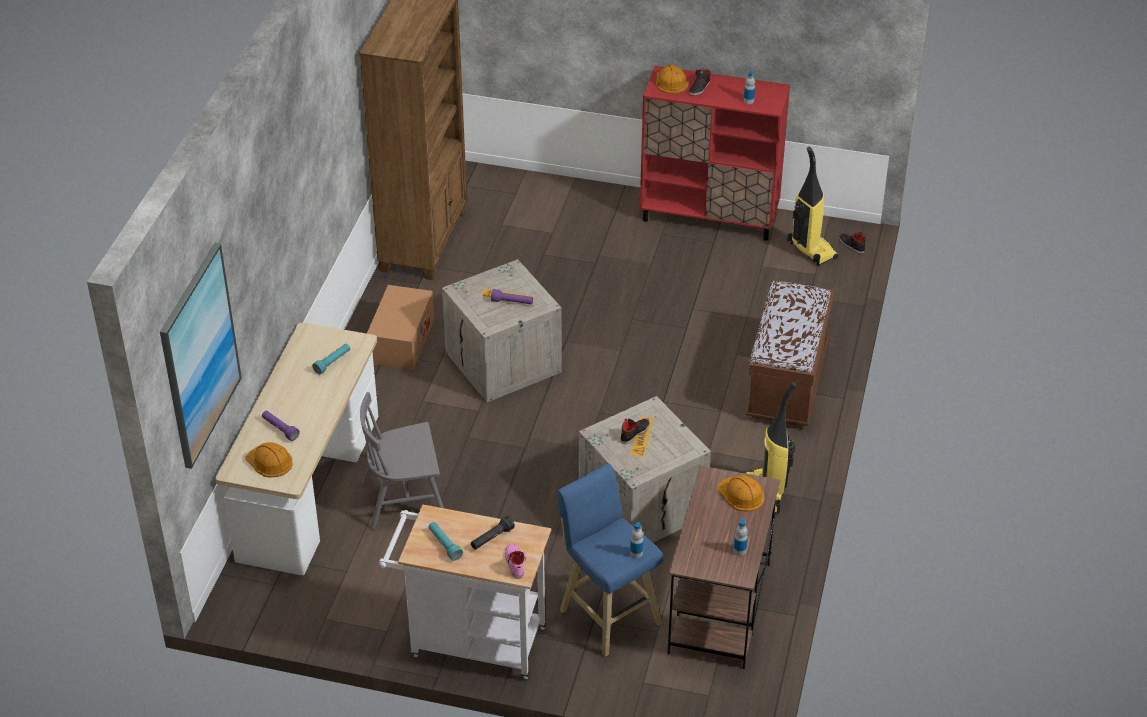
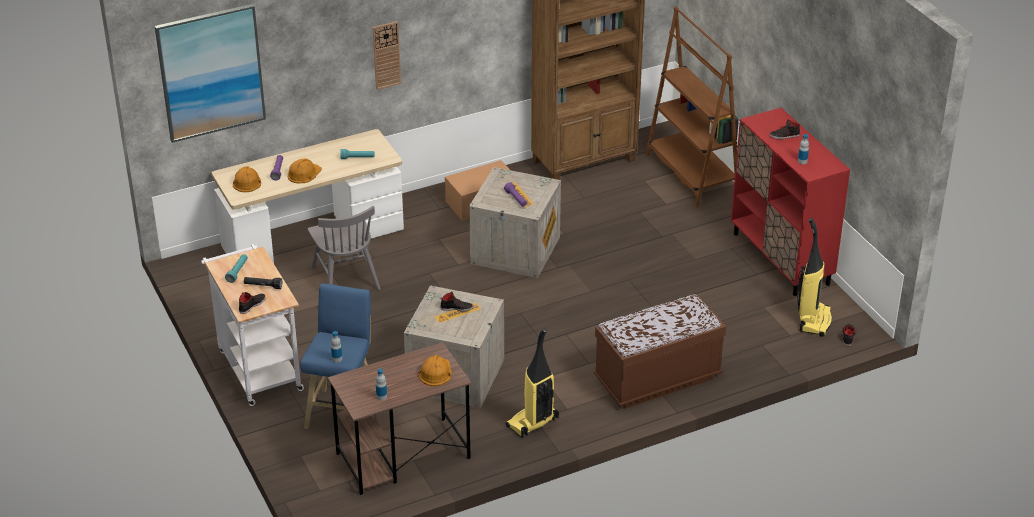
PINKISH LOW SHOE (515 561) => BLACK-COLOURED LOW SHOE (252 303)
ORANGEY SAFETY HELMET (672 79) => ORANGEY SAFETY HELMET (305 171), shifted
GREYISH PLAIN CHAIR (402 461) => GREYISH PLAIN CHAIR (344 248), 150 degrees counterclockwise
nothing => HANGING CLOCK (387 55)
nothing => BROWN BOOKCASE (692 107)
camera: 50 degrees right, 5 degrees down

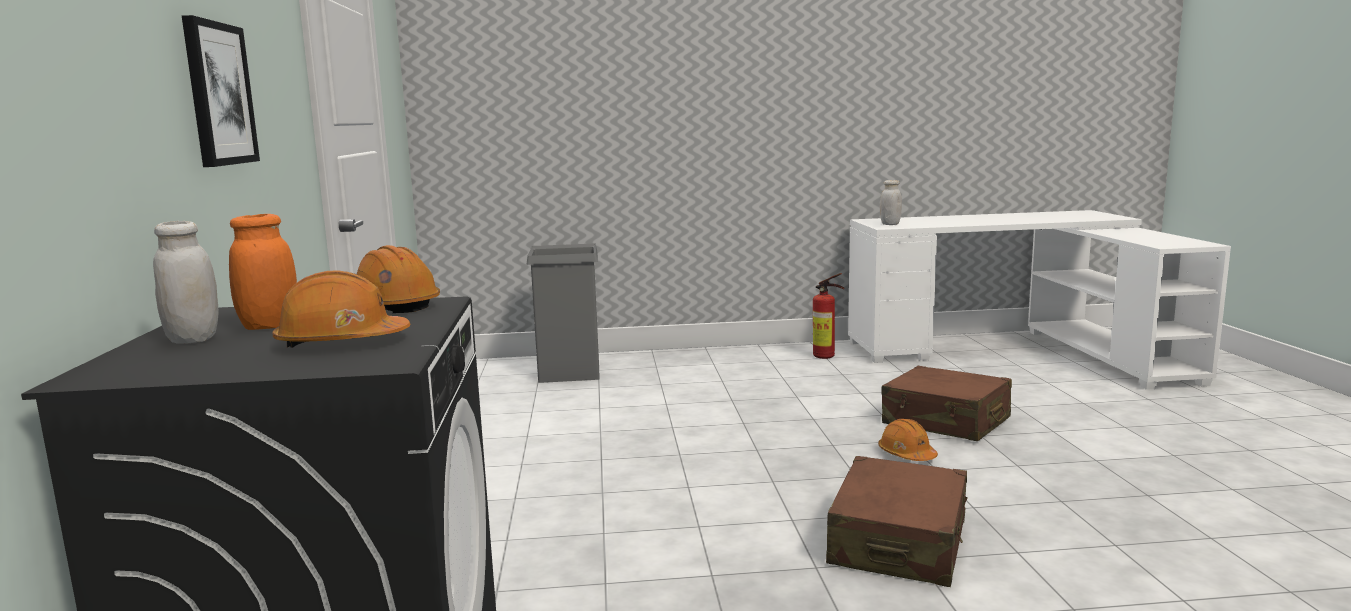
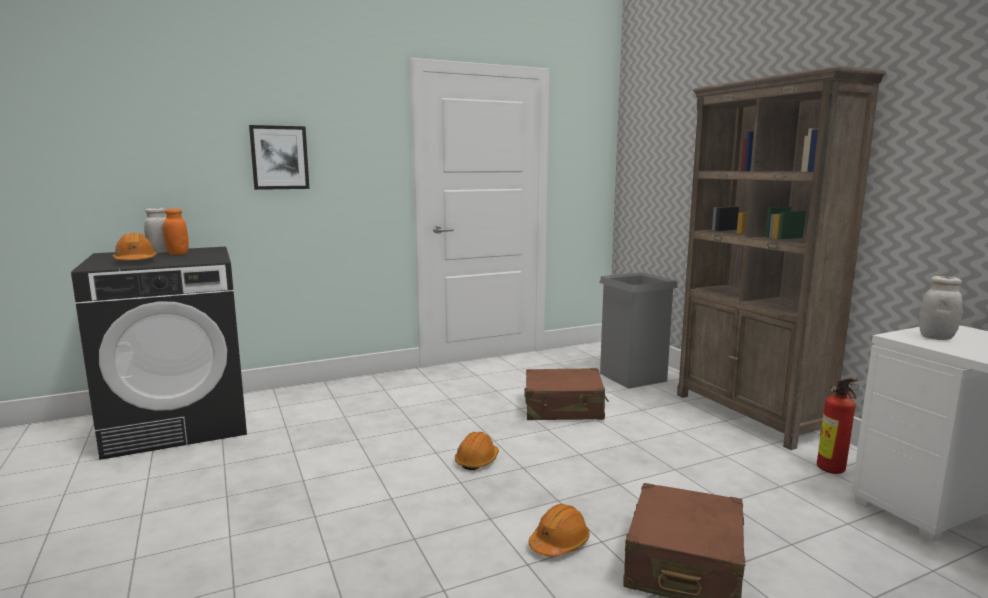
ORANGEY SAFETY HELMET (398 279) => ORANGEY SAFETY HELMET (477 451), shifted
BROWN PIECE OF LUGGAGE (897 521) => BROWN PIECE OF LUGGAGE (566 394), shifted
nothing => BROWN BOOKCASE (781 257)
camera: 70 degrees right, 0 degrees up

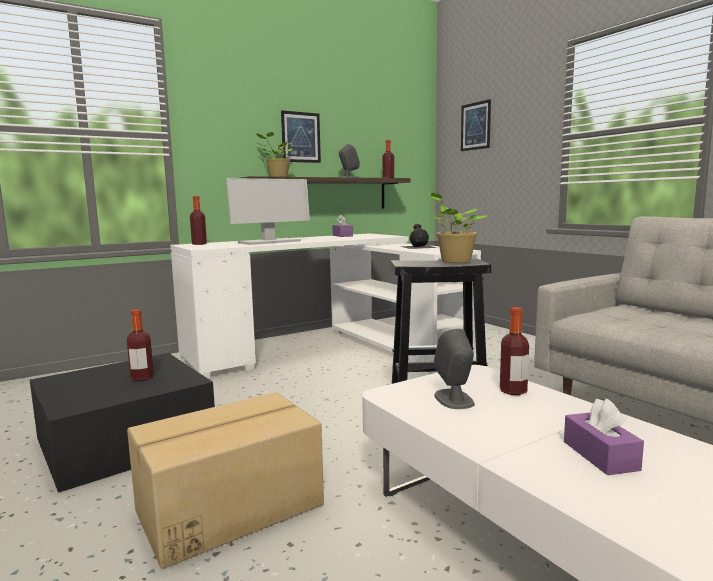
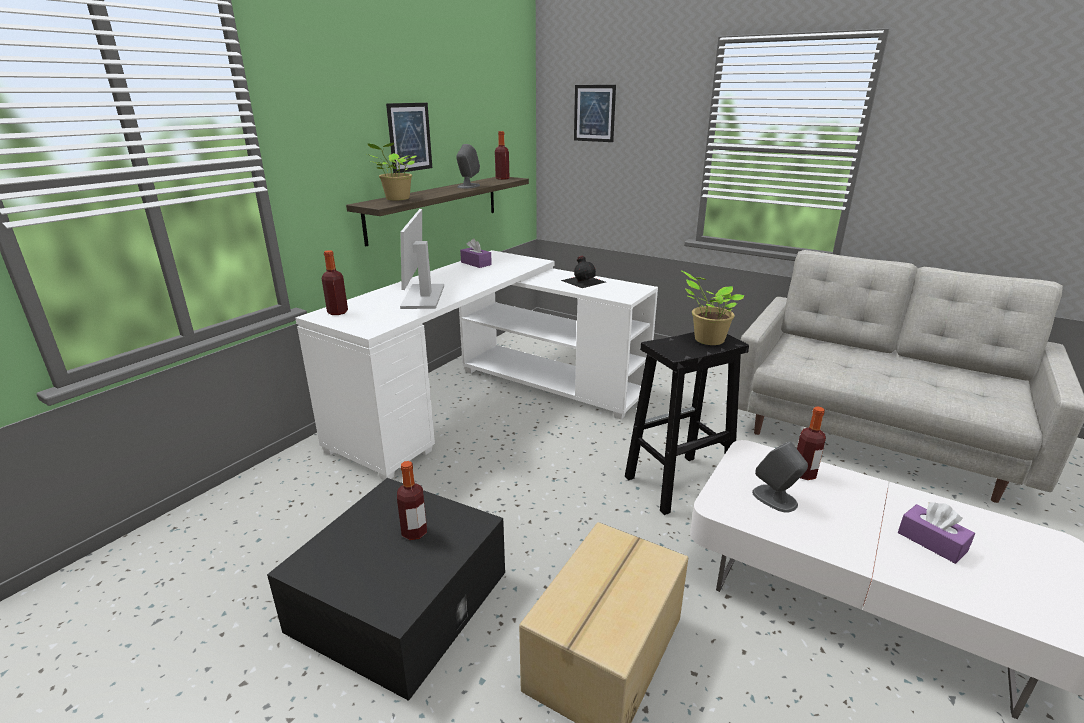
MONITOR (268 211) => MONITOR (422 259), 150 degrees clockwise
camera: 25 degrees left, 15 degrees up

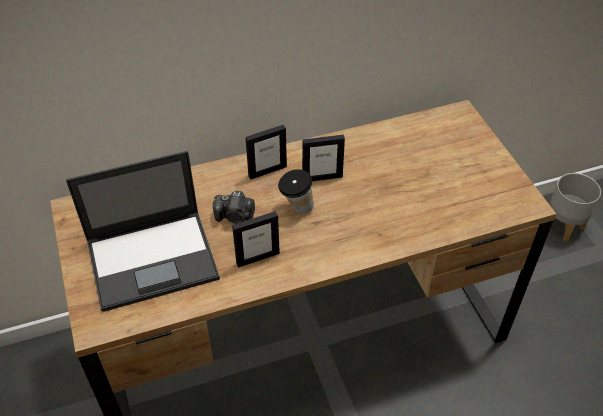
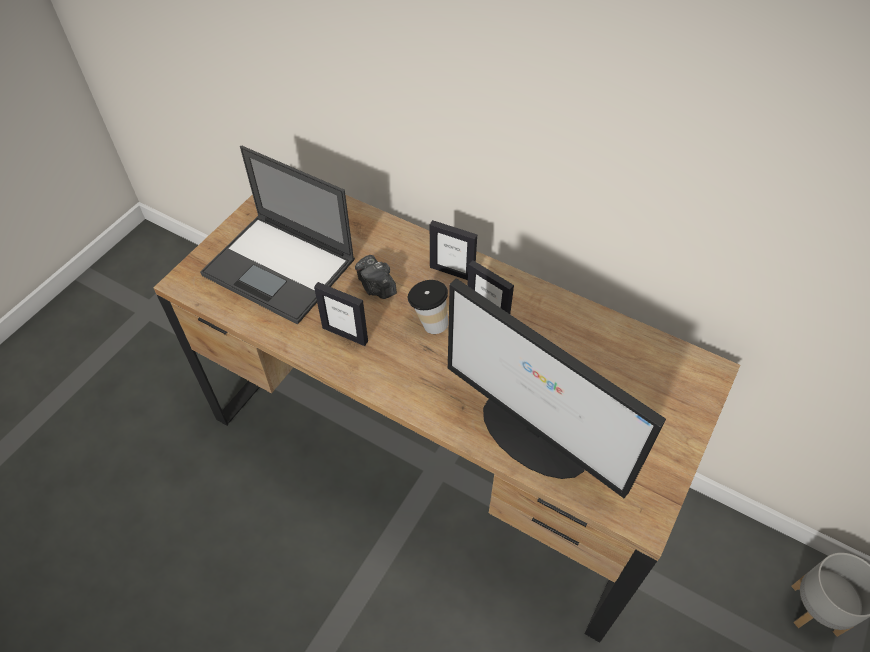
nothing => MONITOR (557 388)
camera: 50 degrees right, 5 degrees up

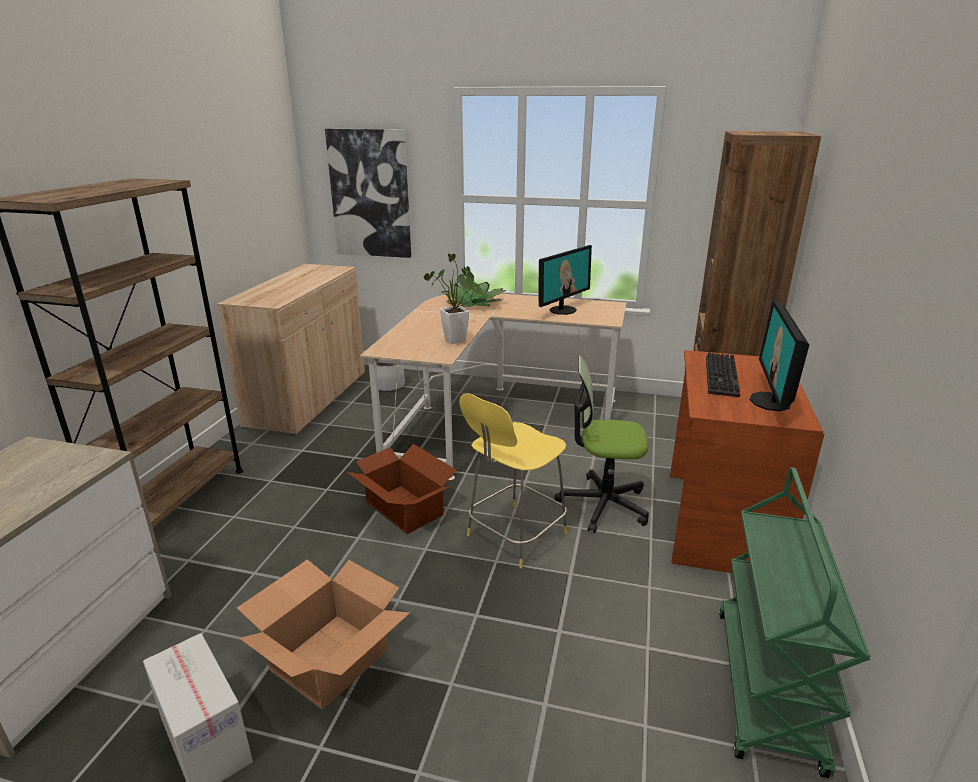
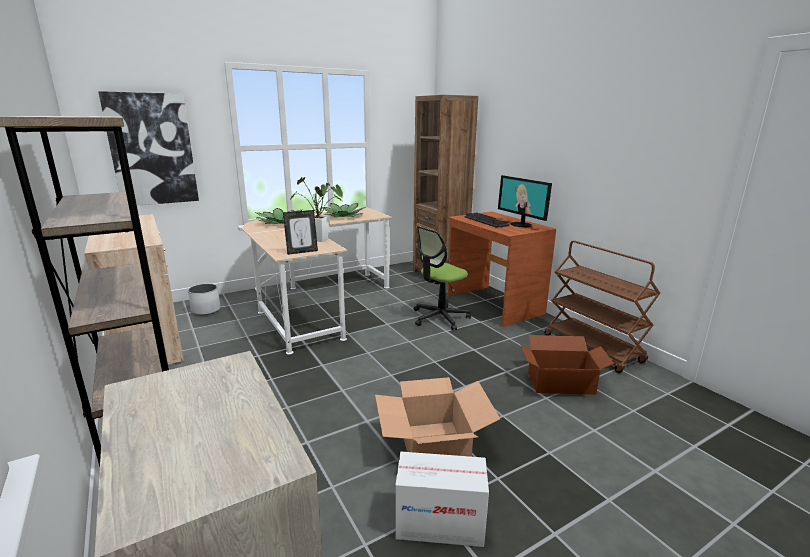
nothing => PHOTO FRAME (300 232)
MONITOR (565 280) => POTTED PLANT (344 210)
CARTON (401 489) => CARTON (567 365), shifted
GREEN WHEELED CART (794 622) => BROWN WHEELED CART (602 307)
YELLOW STOOL (513 480) => nothing
camera: 45 degrees left, 5 degrees down

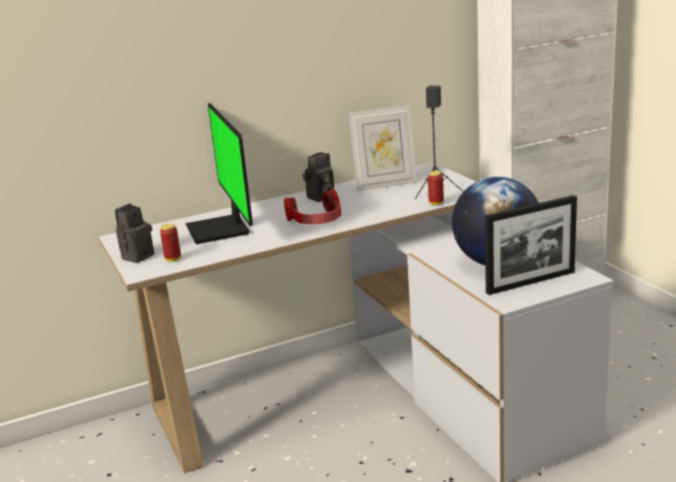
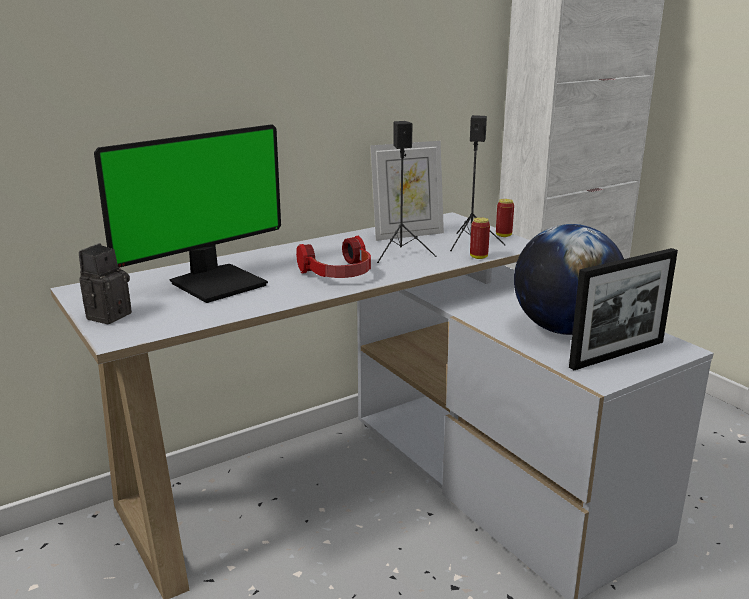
MONITOR (219 173) => MONITOR (187 213), 105 degrees counterclockwise
nothing => BLACK-COLOURED LOUDSPEAKER (406 192)
CAN (170 242) => CAN (505 218), shifted
STILL CAMERA (318 177) => nothing
camera: 10 degrees left, 0 degrees up

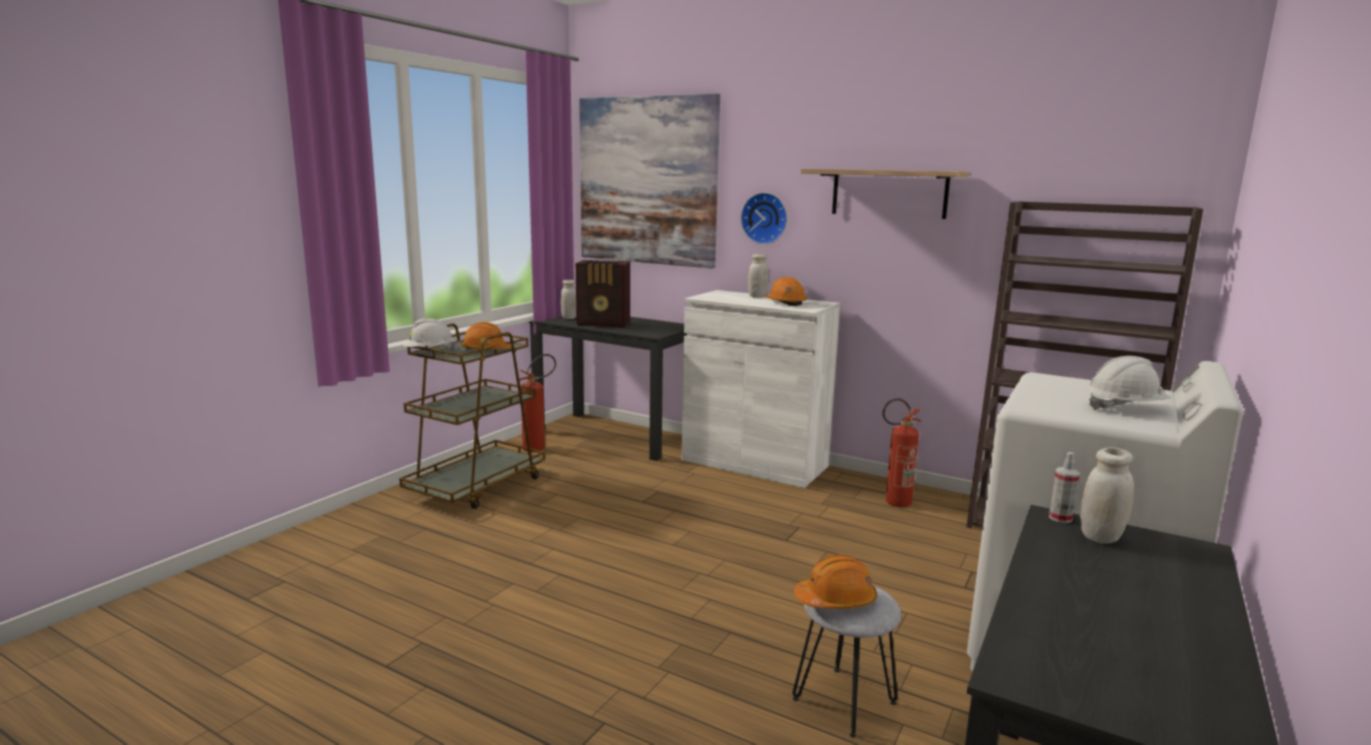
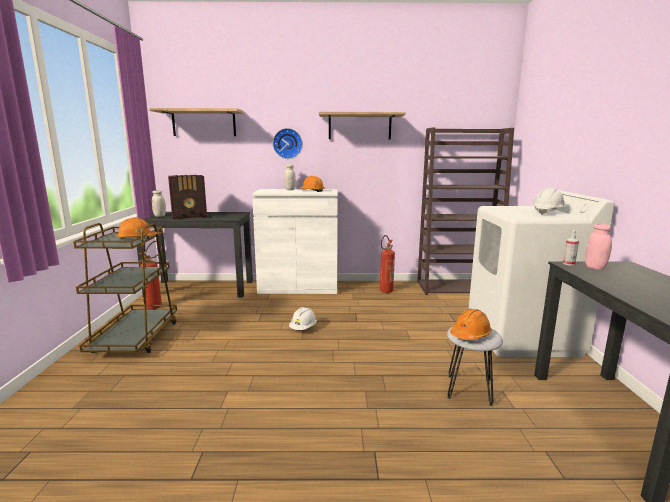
WALL PICTURE (649 181) => SHELF (197 122)
WHITE-COLOURED SAFETY HELMET (429 334) => WHITE-COLOURED SAFETY HELMET (303 318), shifted
WHITE-COLOURED STORAGE JAR (1107 495) => PINKISH STORAGE JAR (598 246)
camera: 30 degrees left, 0 degrees up

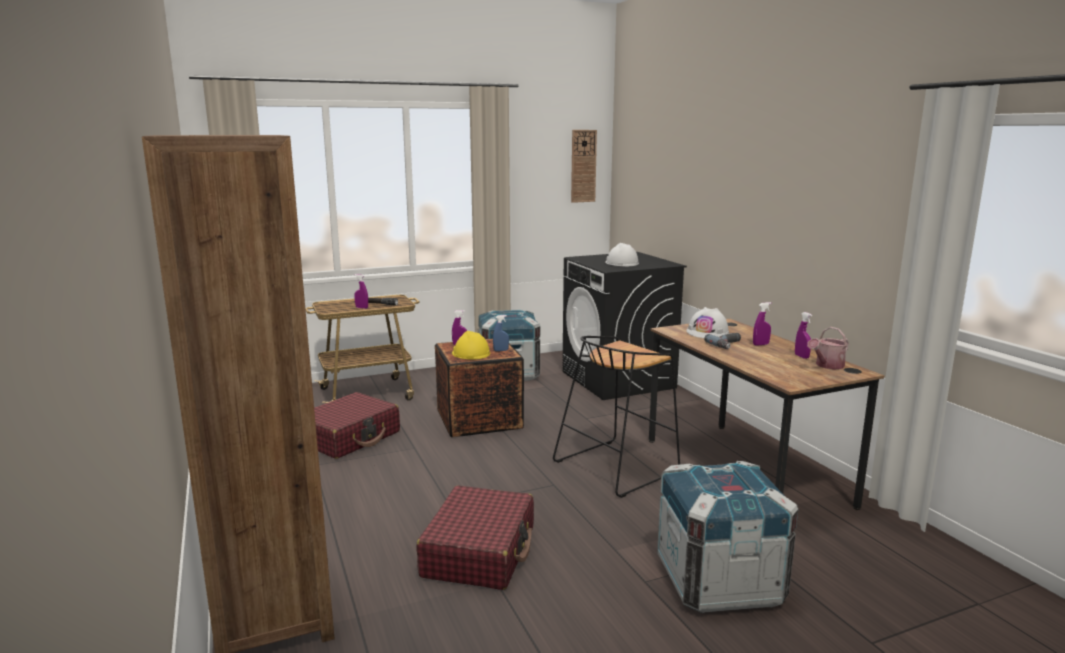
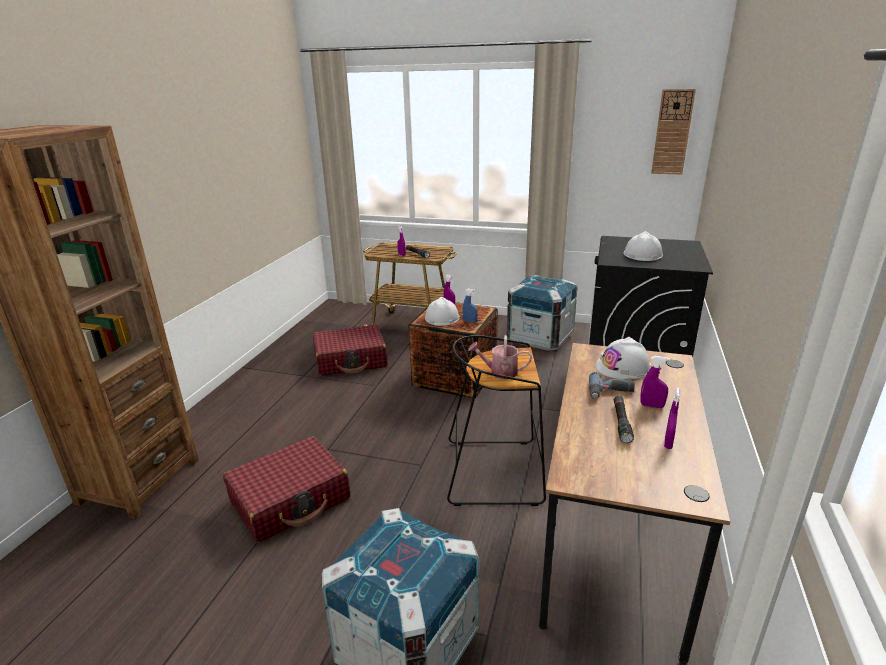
YELLOW SAFETY HELMET (471 345) => WHITE-COLOURED SAFETY HELMET (442 311)
WATERING POT (828 348) => WATERING POT (500 357), shifted
nothing => BLACK-COLOURED HAND TORCH (624 419)
camera: 40 degrees right, 10 degrees up

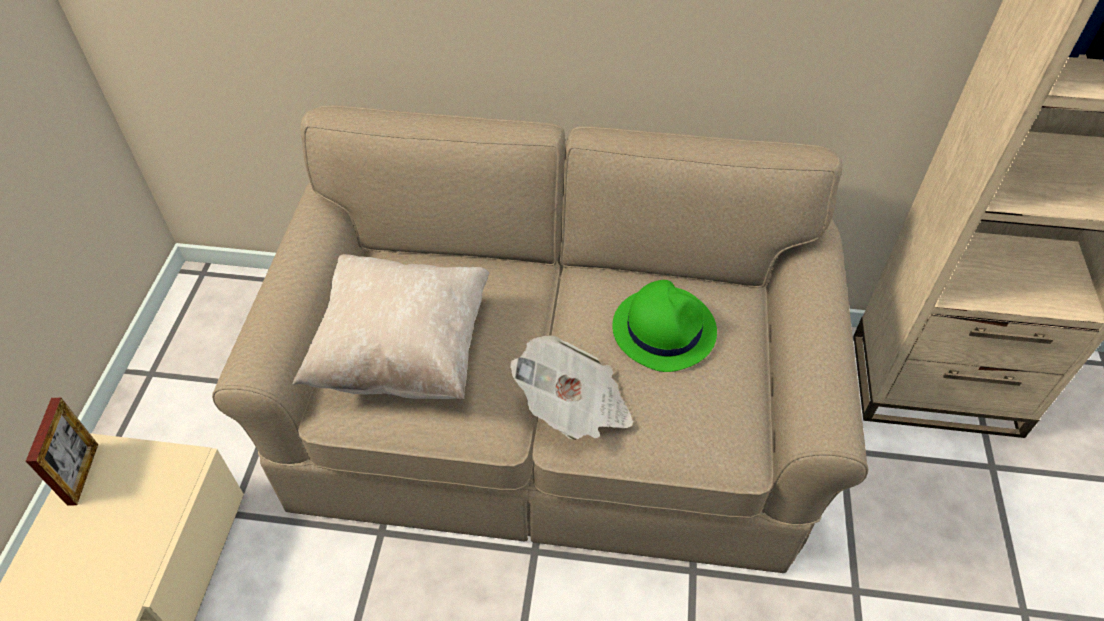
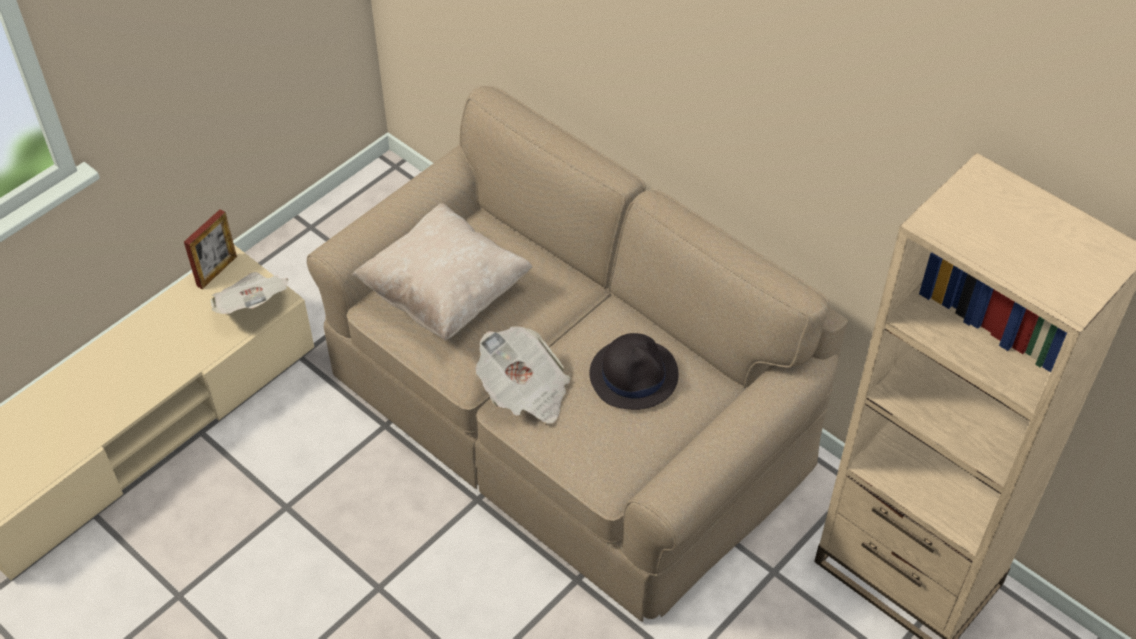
nothing => NEWSPAPER (249 293)
GREEN HAT (664 326) => BLACK-COLOURED HAT (634 371)
camera: 35 degrees right, 0 degrees up

